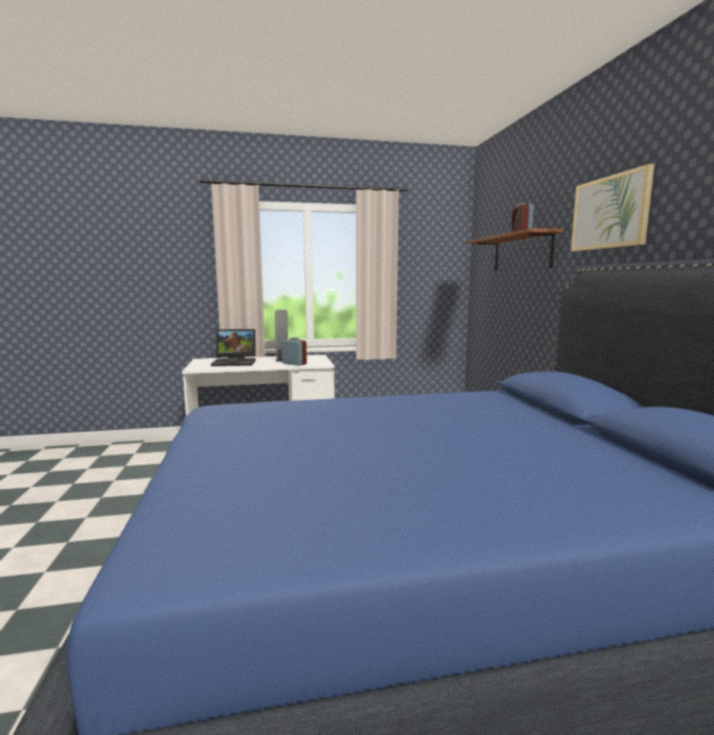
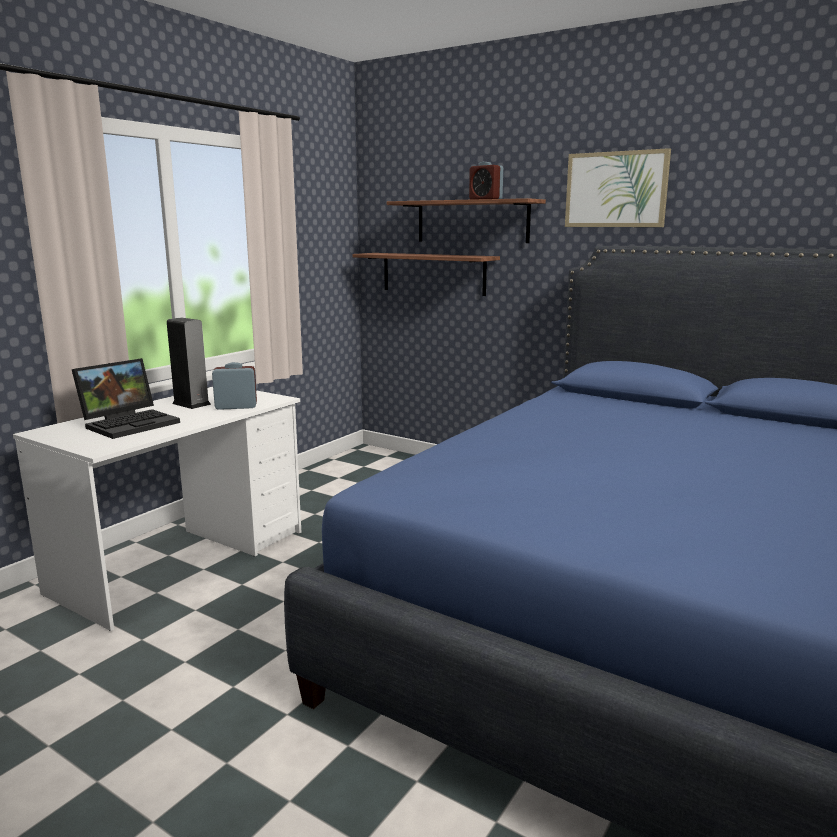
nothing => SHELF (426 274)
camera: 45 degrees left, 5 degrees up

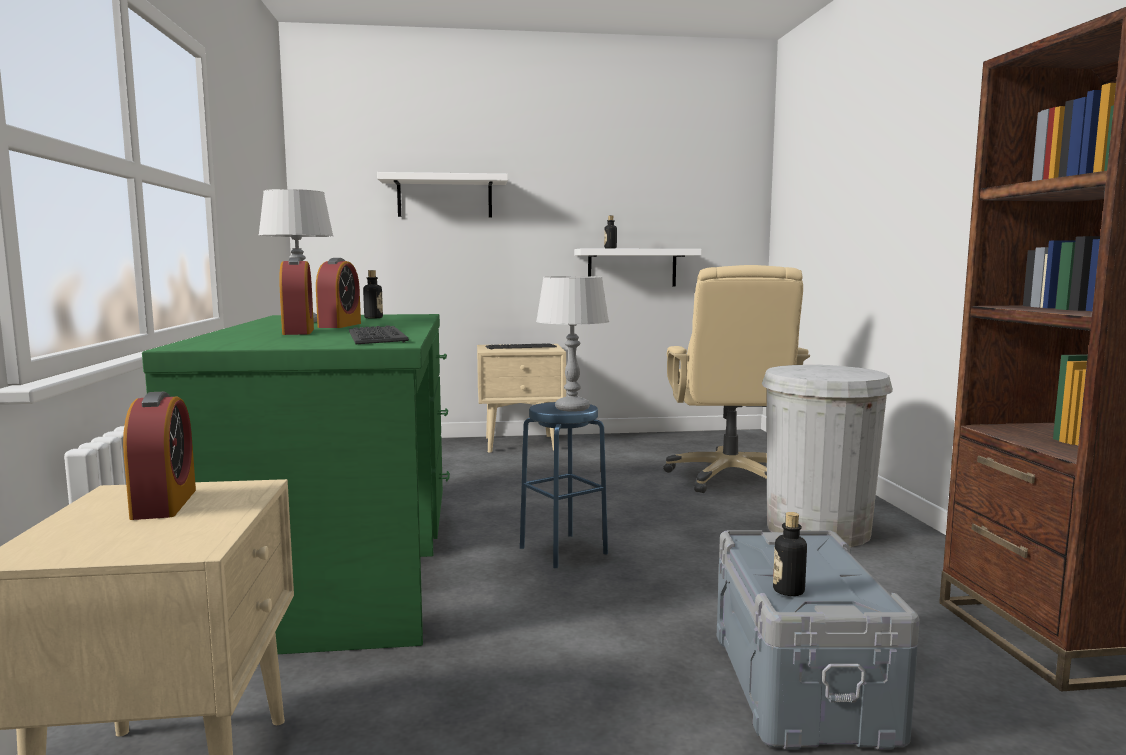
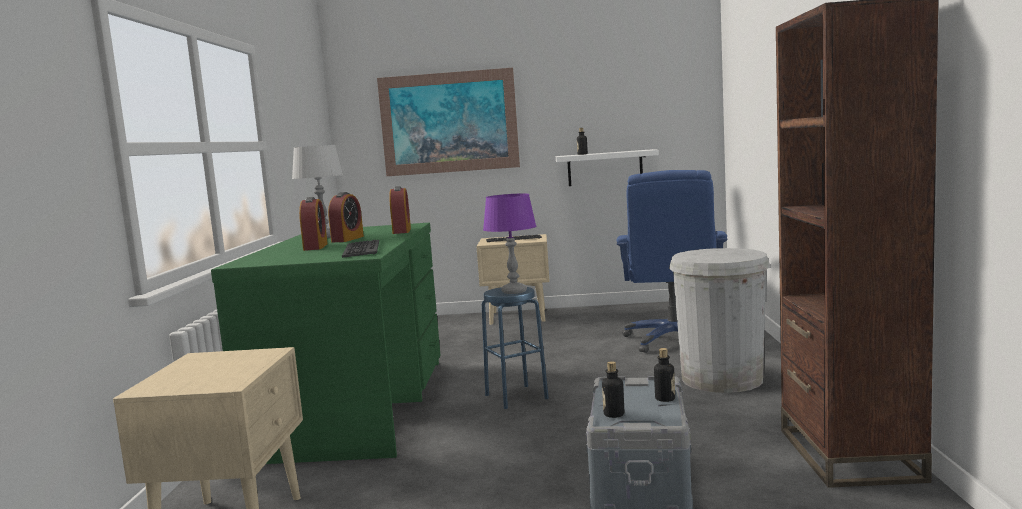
WHITE-COLOURED SHELF (442 194) => WALL PICTURE (448 122)
BEDSIDE CLOCK (159 456) => BEDSIDE CLOCK (400 210), shifted
GREYISH TABLETOP LAMP (572 344) => PURPLE-COLOURED TABLETOP LAMP (509 243)
SAND-COLOURED COMPUTER CHAIR (736 379) => BLUE-COLOURED COMPUTER CHAIR (672 261)
DRINK BOTTLE (373 294) => DRINK BOTTLE (664 375), shifted
camera: 10 degrees right, 0 degrees up

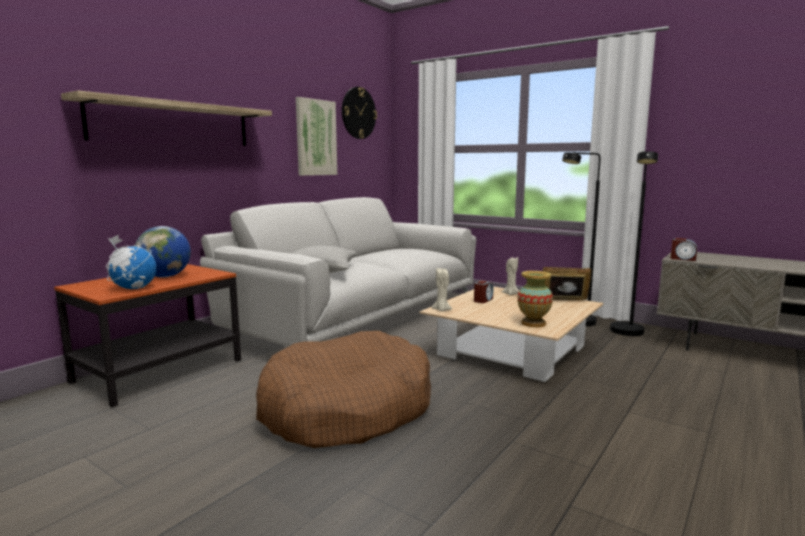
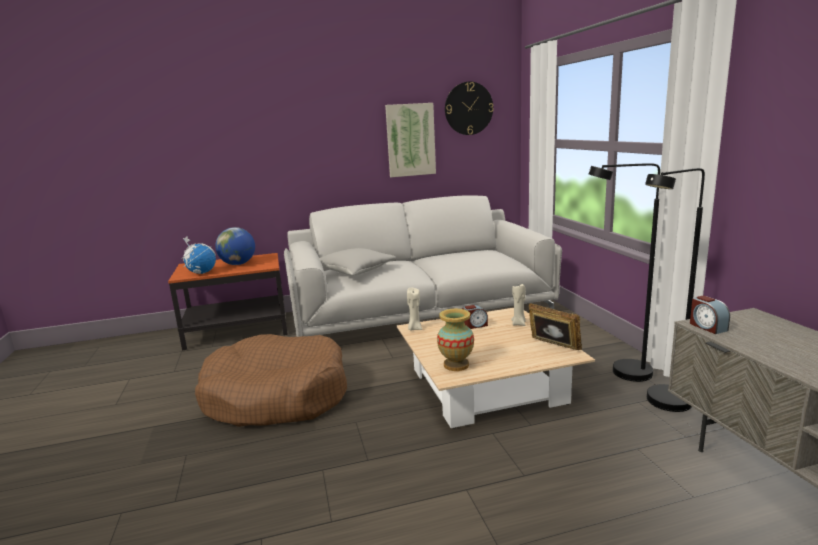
SHELF (166 118) => nothing
camera: 40 degrees right, 5 degrees up

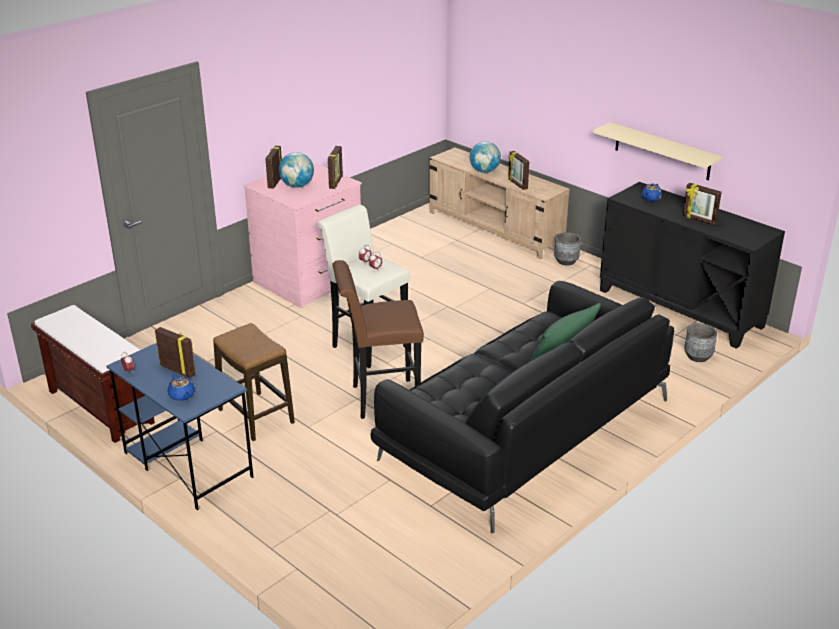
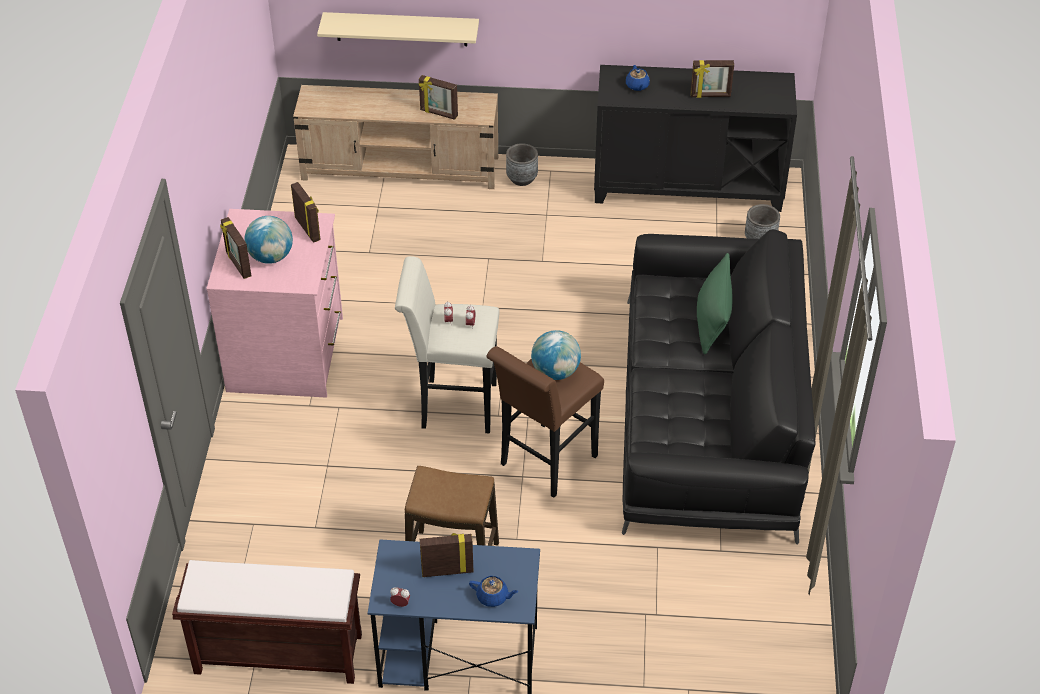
SAND-COLOURED SHELF (657 151) => SAND-COLOURED SHELF (398 29), shifted
GLOBE (485 157) => GLOBE (556 355), shifted
camera: 40 degrees left, 15 degrees up

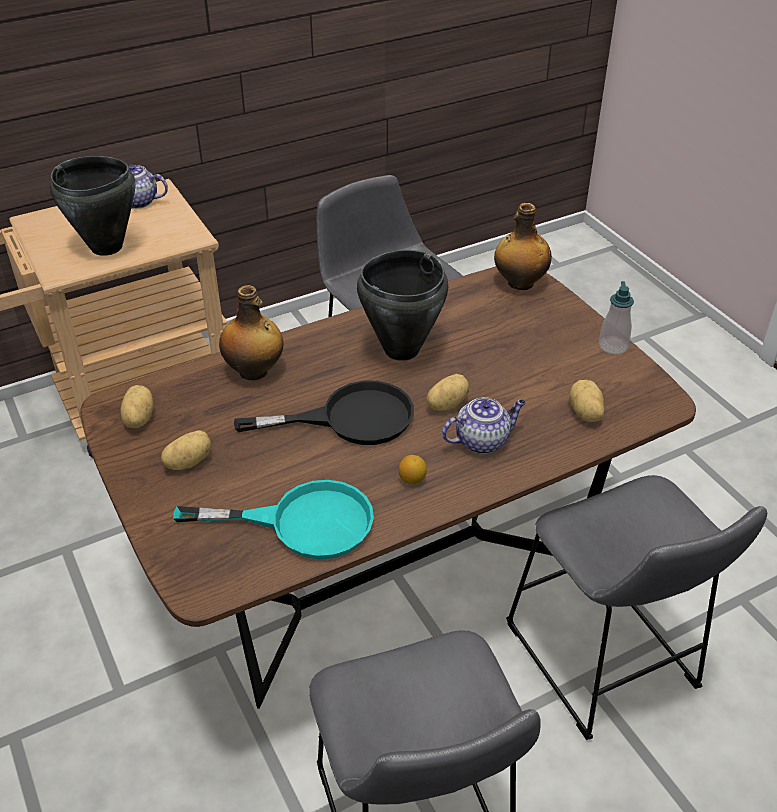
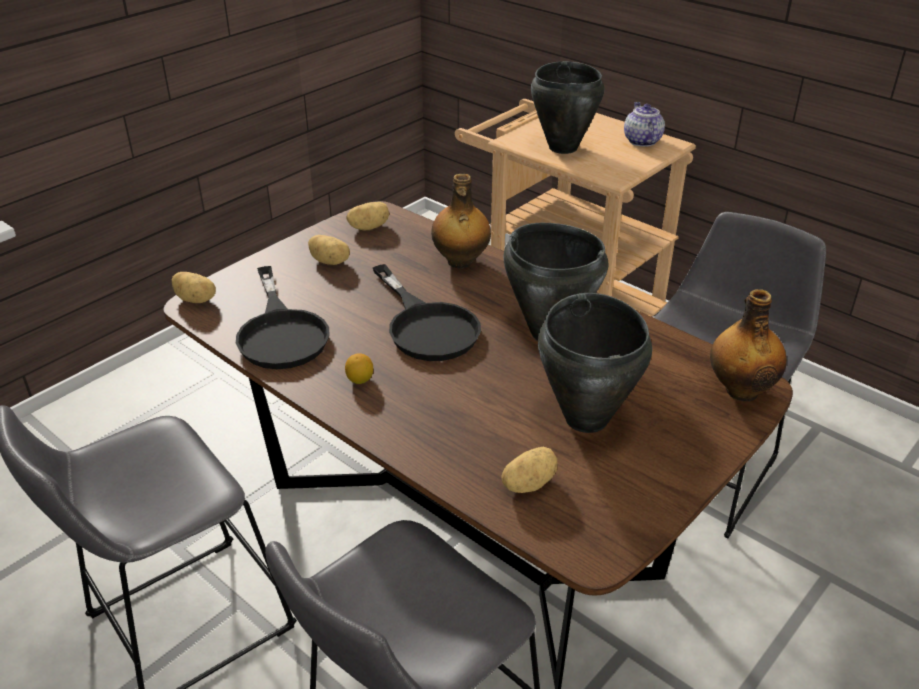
POTATO (447 392) => POTATO (194 287), shifted
BLUE-GREEN SKILLET (273 519) => BLACK-COLOURED SKILLET (283 317)
nothing => BLACK-COLOURED COOKING POT (595 363)
TEAPOT (484 425) => nothing
LIQUID SOAP BOTTLE (616 317) => nothing
camera: 70 degrees right, 5 degrees down

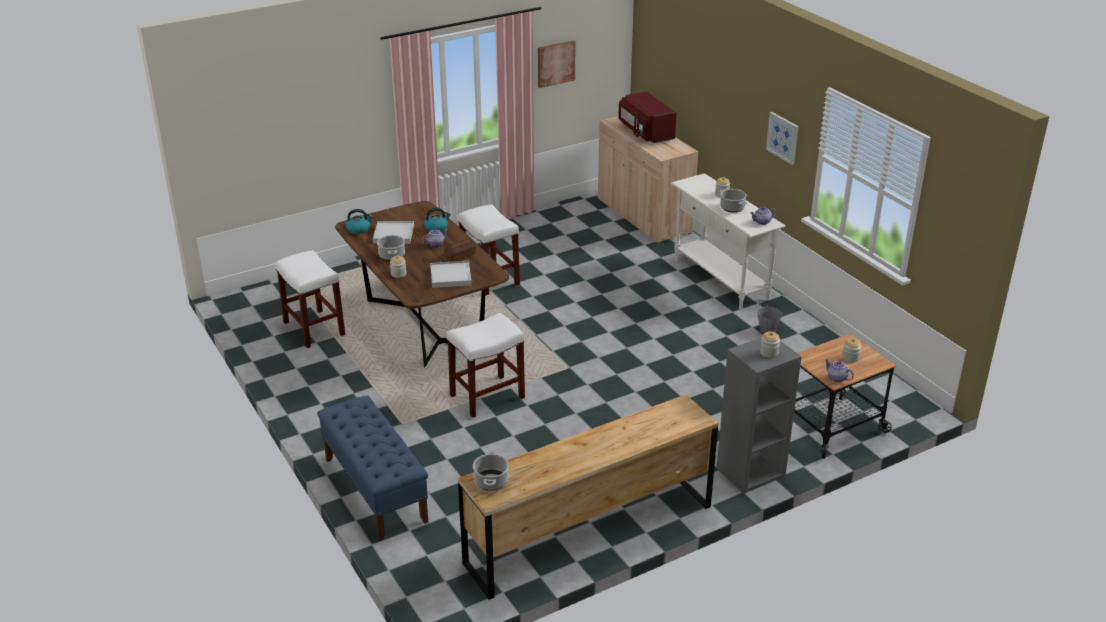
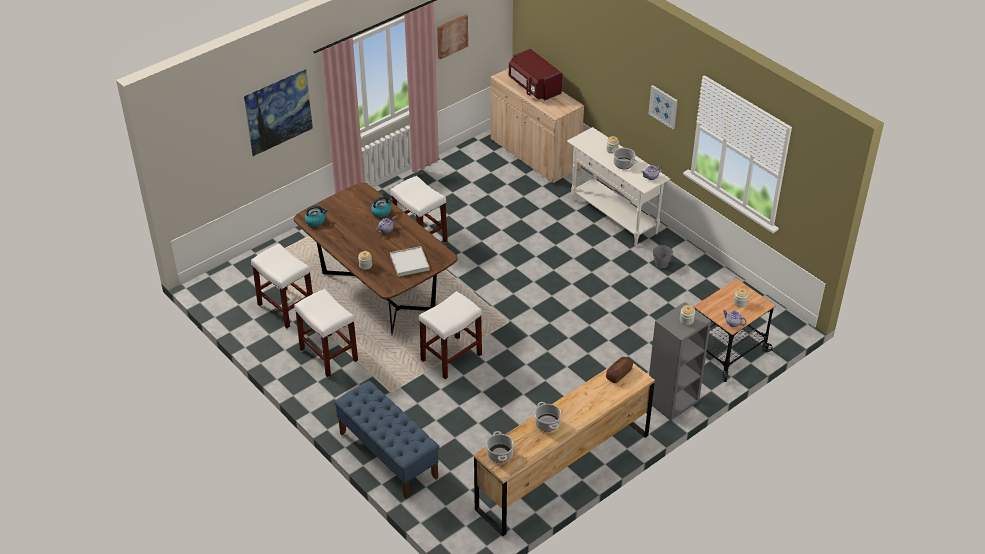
nothing => WALL PICTURE (278 112)
nothing => WHITE-COLOURED STOOL (326 333)
COOKING POT (391 248) => COOKING POT (548 417), shifted
BREAD (460 250) => BREAD (619 370), shifted
WHITE-COLOURED TRAY (393 232) => nothing
camera: 10 degrees left, 10 degrees up

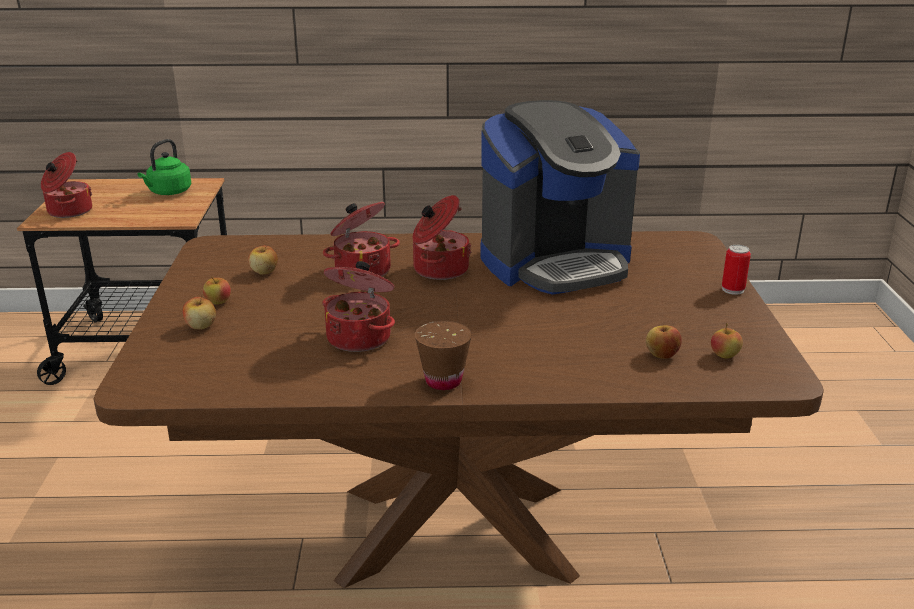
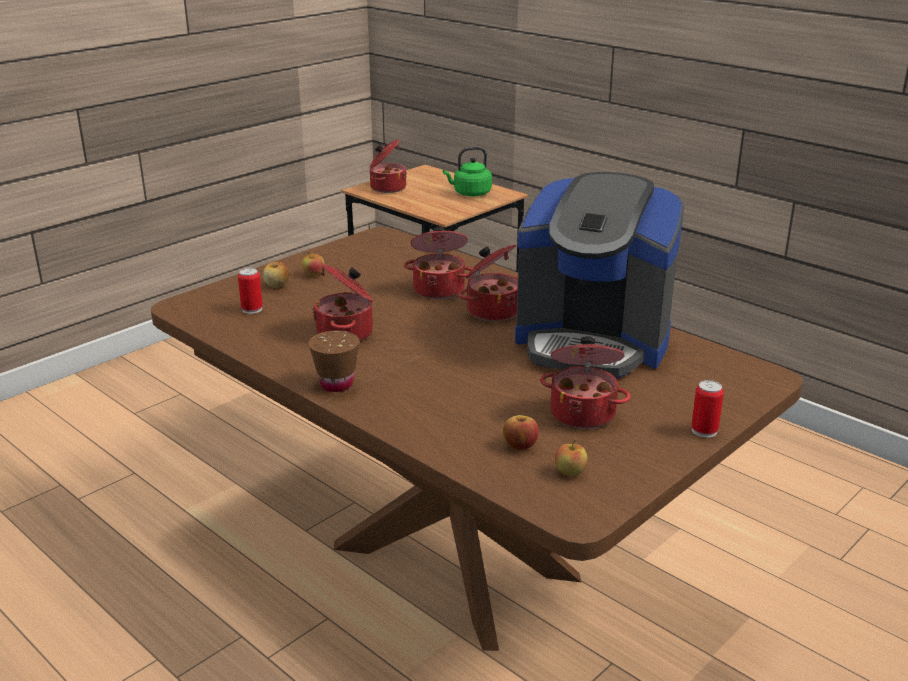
nothing => CAN (250 291)
nothing => COOKING POT (585 382)
APPLE FRUIT (263 260) => nothing
camera: 45 degrees right, 0 degrees up

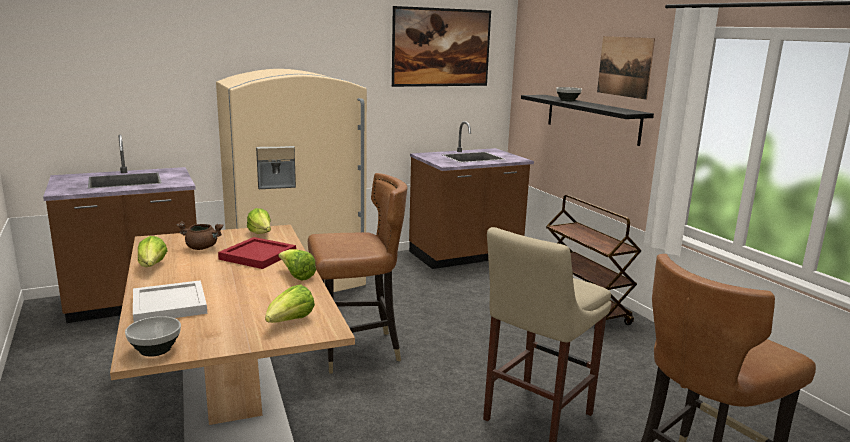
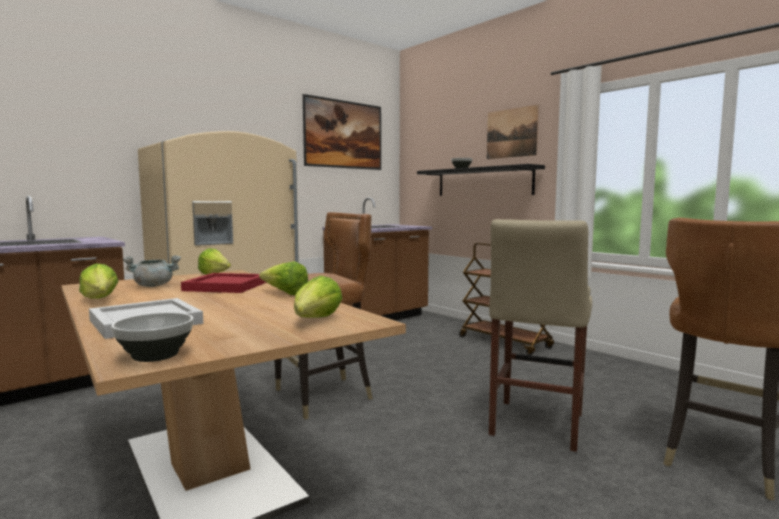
BROWN COOKING POT (200 236) => GREYISH COOKING POT (152 271)
camera: 15 degrees left, 10 degrees down

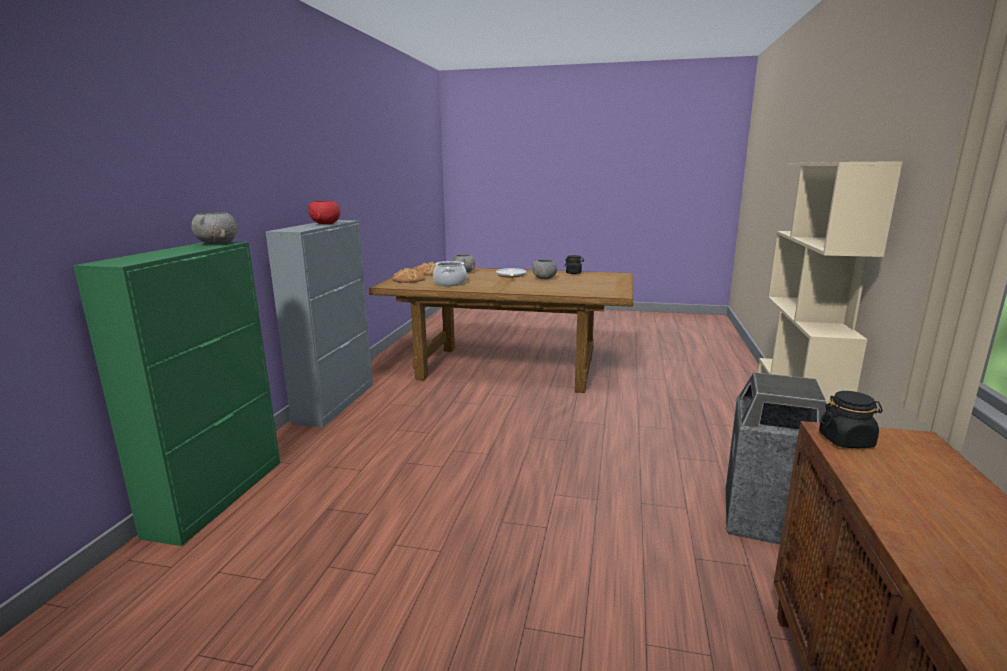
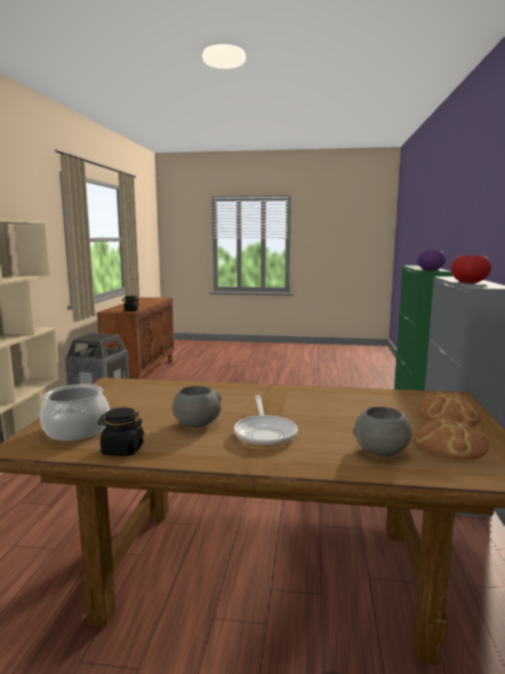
COOKING POT (450 273) => COOKING POT (74 412), shifted
GREYISH BOWL (214 228) => PURPLE-COLOURED BOWL (431 260)
camera: 175 degrees right, 5 degrees down

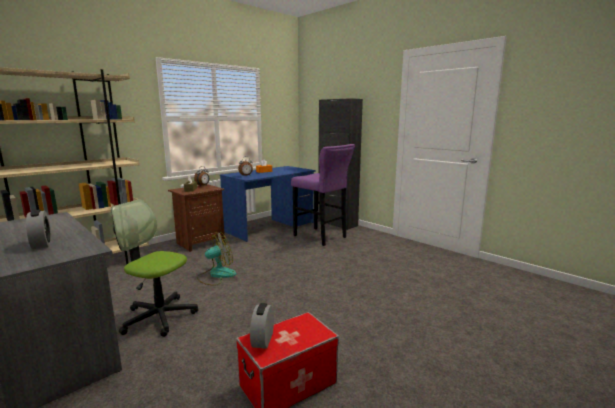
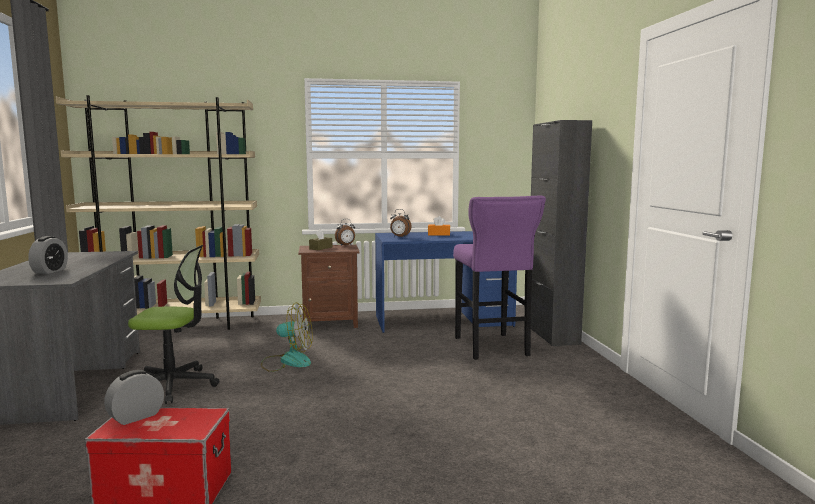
COMPUTER CHAIR (154 268) => COMPUTER CHAIR (173 324), 120 degrees clockwise
camera: 35 degrees right, 5 degrees down

